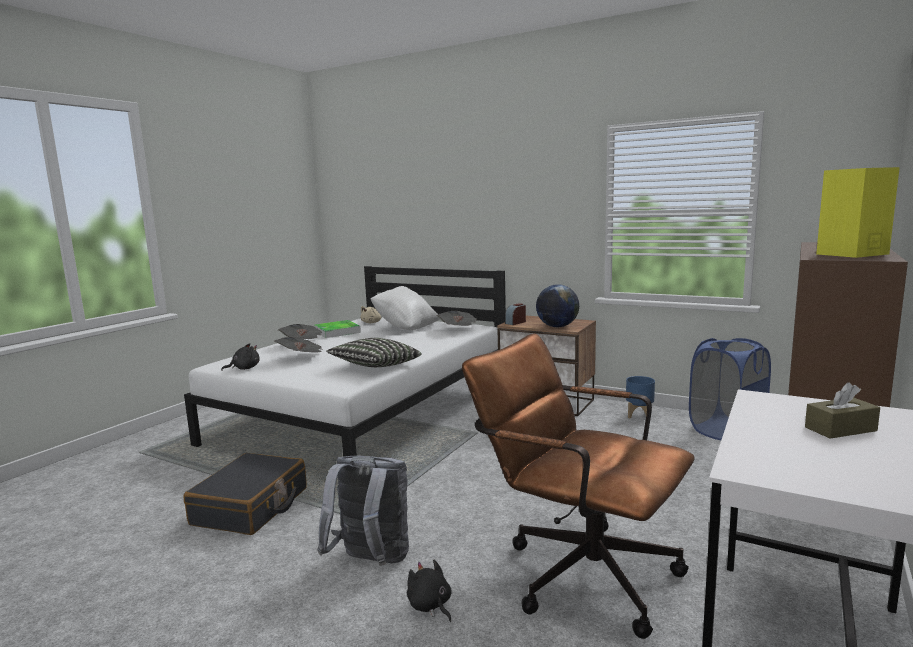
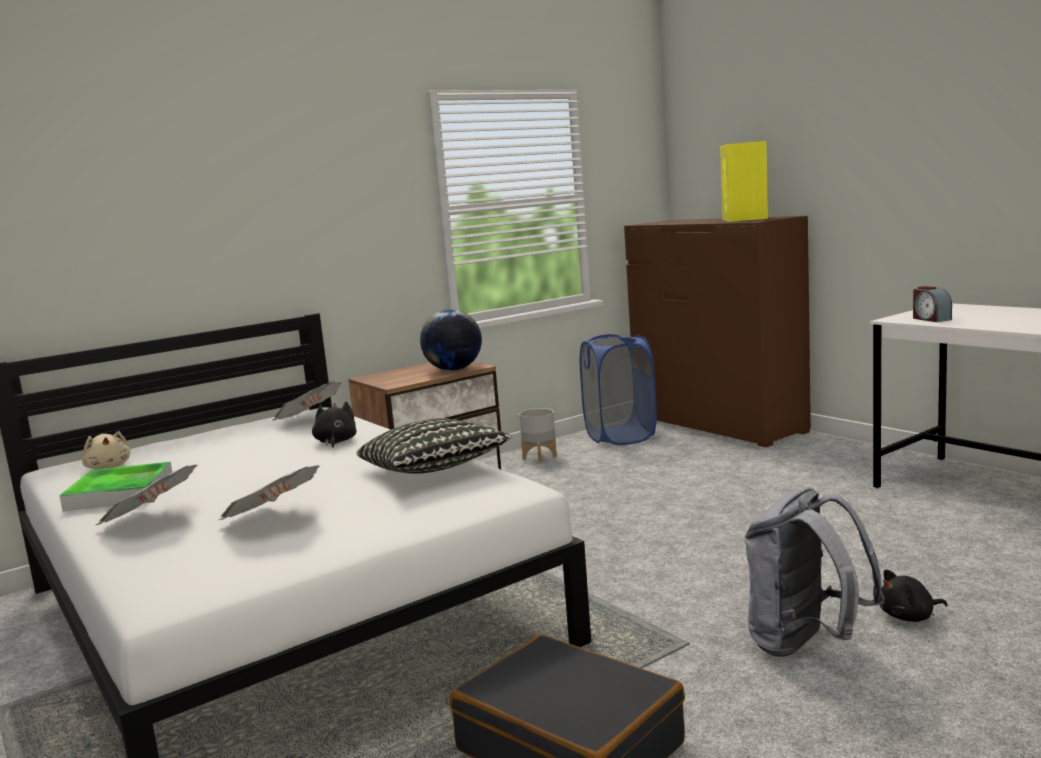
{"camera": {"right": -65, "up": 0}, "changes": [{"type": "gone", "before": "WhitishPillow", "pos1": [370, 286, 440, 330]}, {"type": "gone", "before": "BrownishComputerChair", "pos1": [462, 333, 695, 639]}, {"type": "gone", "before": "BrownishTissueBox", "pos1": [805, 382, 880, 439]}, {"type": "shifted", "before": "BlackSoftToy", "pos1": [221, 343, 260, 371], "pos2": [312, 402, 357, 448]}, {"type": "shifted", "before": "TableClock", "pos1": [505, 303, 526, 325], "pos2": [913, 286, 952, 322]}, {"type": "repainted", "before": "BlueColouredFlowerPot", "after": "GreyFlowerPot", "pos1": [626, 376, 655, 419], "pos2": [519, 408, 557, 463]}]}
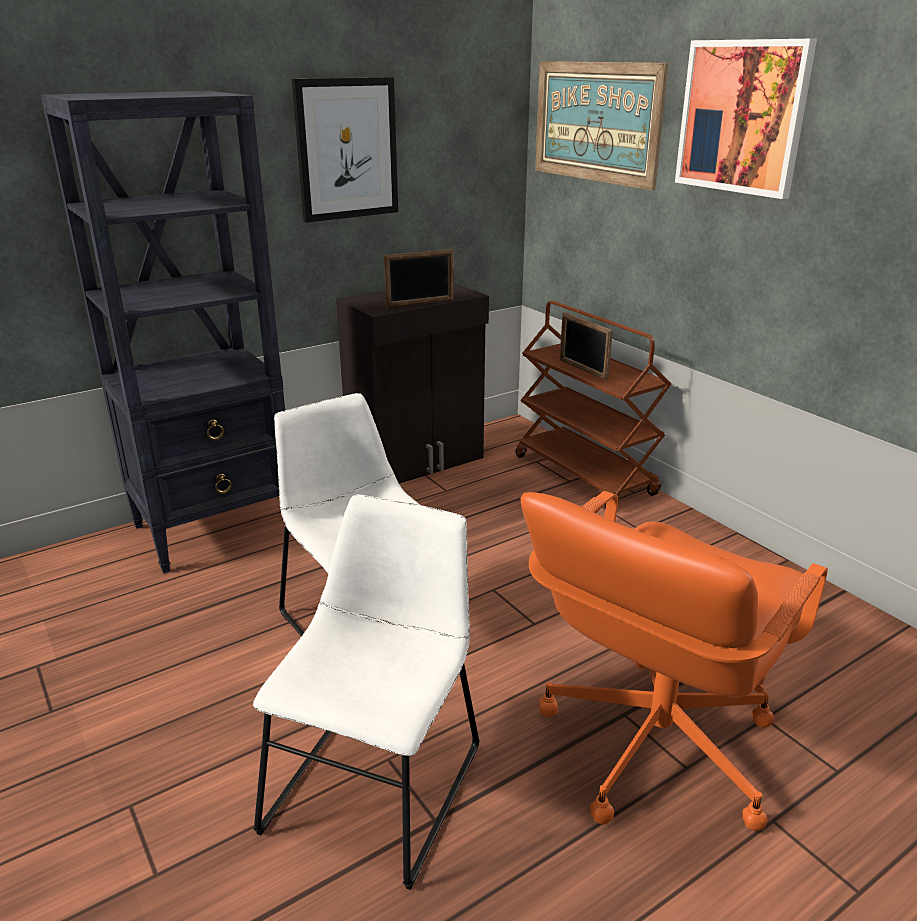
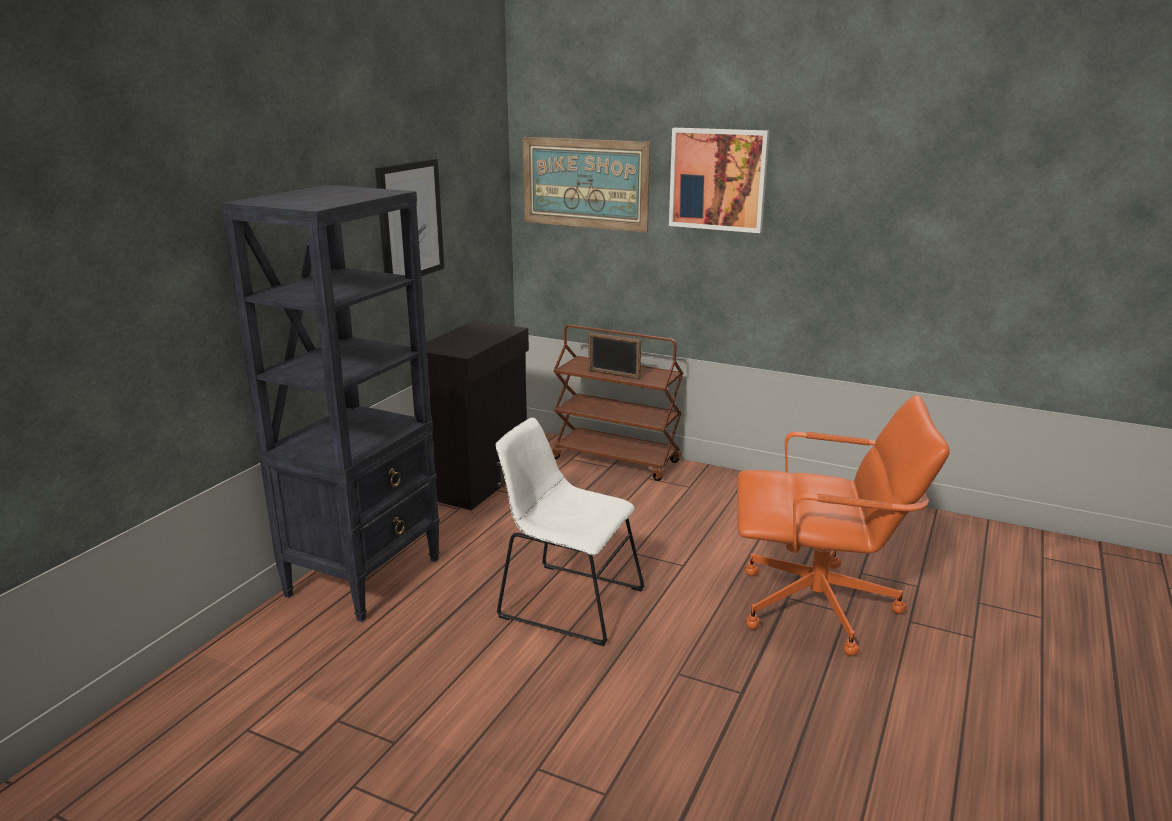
{"camera": {"right": -30, "up": -5}, "changes": [{"type": "gone", "before": "WhitishUprightChair", "pos1": [253, 495, 479, 890]}, {"type": "gone", "before": "StandingFrame", "pos1": [384, 249, 454, 308]}, {"type": "rotated", "before": "OrangeComputerChair", "pos1": [521, 491, 828, 831], "pos2": [737, 395, 949, 656], "turn": -90}]}
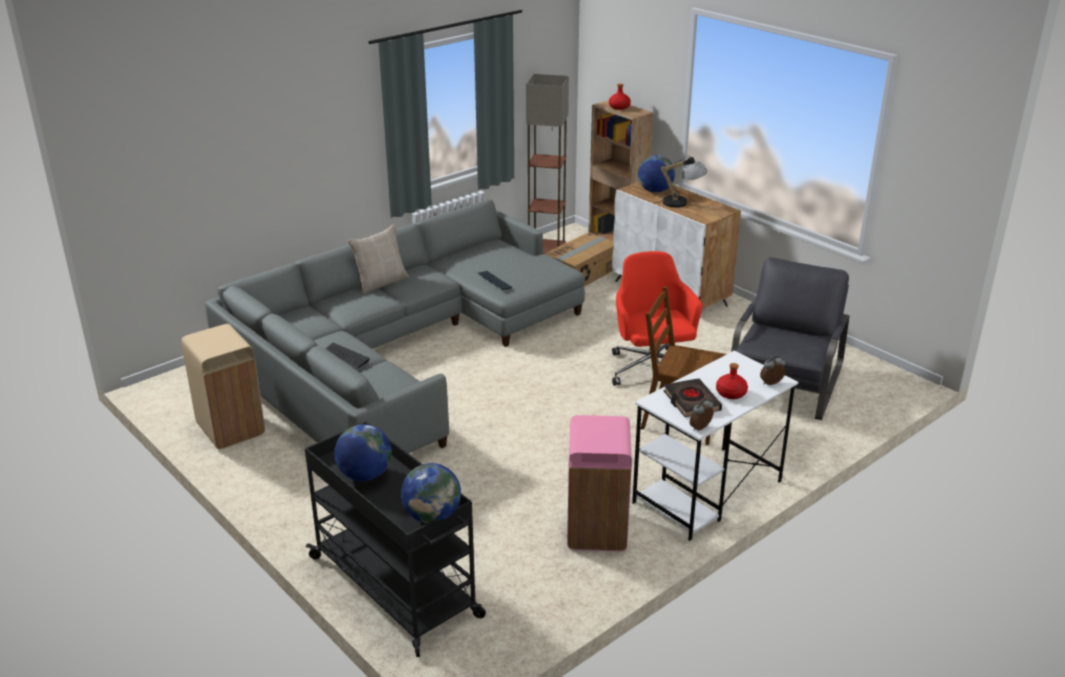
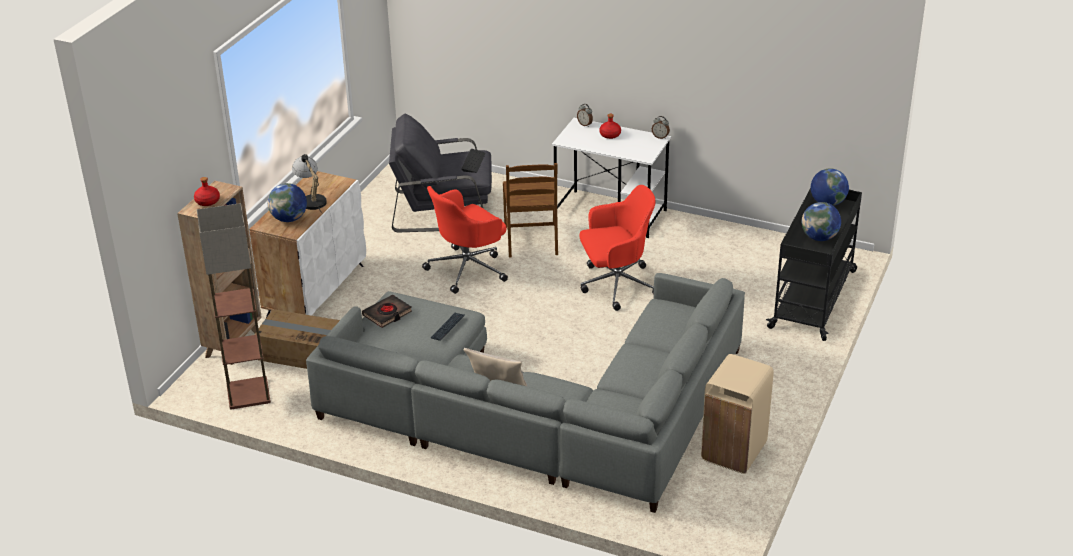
{"camera": {"right": -115, "up": 5}, "changes": [{"type": "gone", "before": "PinkishRubbishBin", "pos1": [567, 415, 632, 551]}, {"type": "new", "after": "RedComputerChair", "pos2": [580, 185, 656, 311]}, {"type": "shifted", "before": "Keyboard", "pos1": [326, 343, 370, 369], "pos2": [462, 149, 486, 173]}, {"type": "shifted", "before": "BlackBook", "pos1": [663, 378, 722, 417], "pos2": [362, 294, 412, 328]}]}
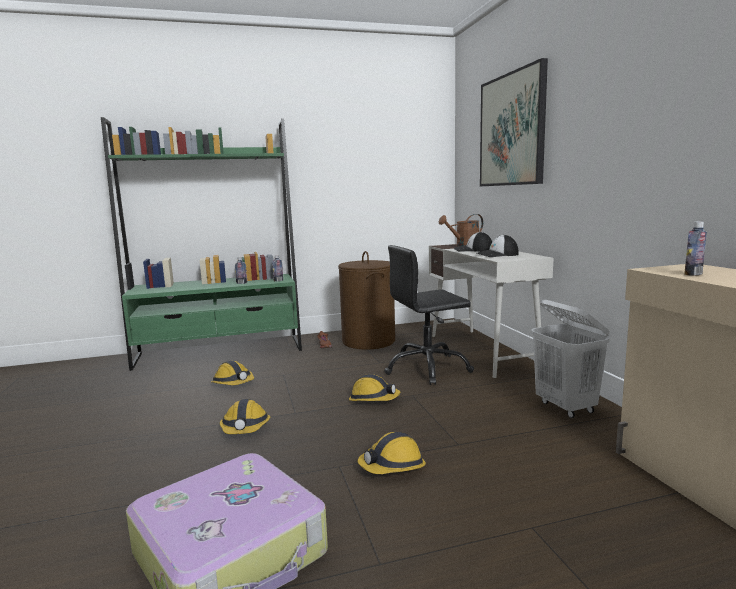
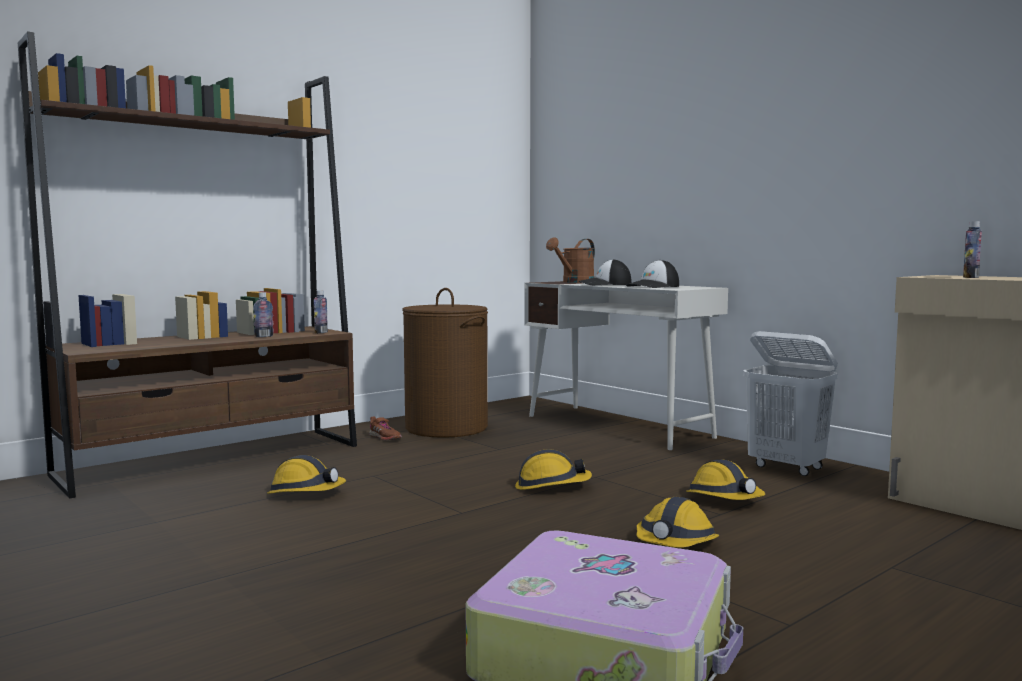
{"camera": {"right": -25, "up": -5}, "changes": [{"type": "gone", "before": "BlackComputerChair", "pos1": [384, 245, 474, 385]}, {"type": "gone", "before": "Picture", "pos1": [480, 58, 548, 186]}, {"type": "shifted", "before": "WorkHelmet", "pos1": [220, 399, 270, 434], "pos2": [686, 460, 765, 500]}, {"type": "repainted", "before": "GreenBookcase", "after": "BrownishBookcase", "pos1": [101, 117, 302, 371], "pos2": [18, 31, 357, 499]}]}
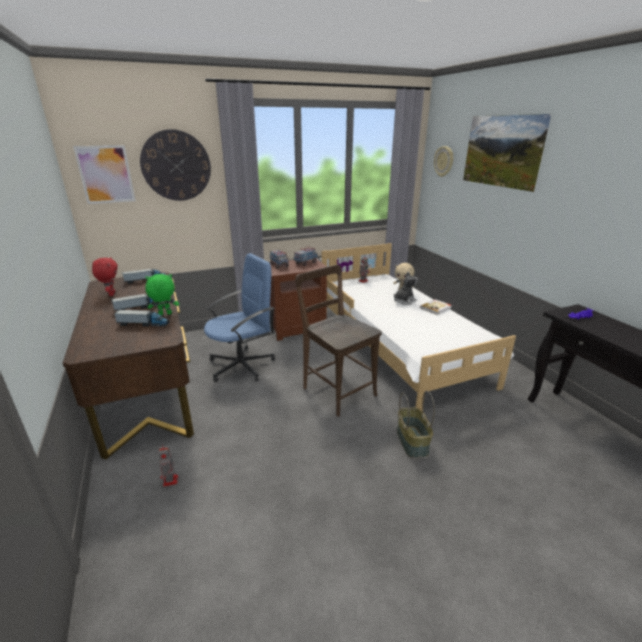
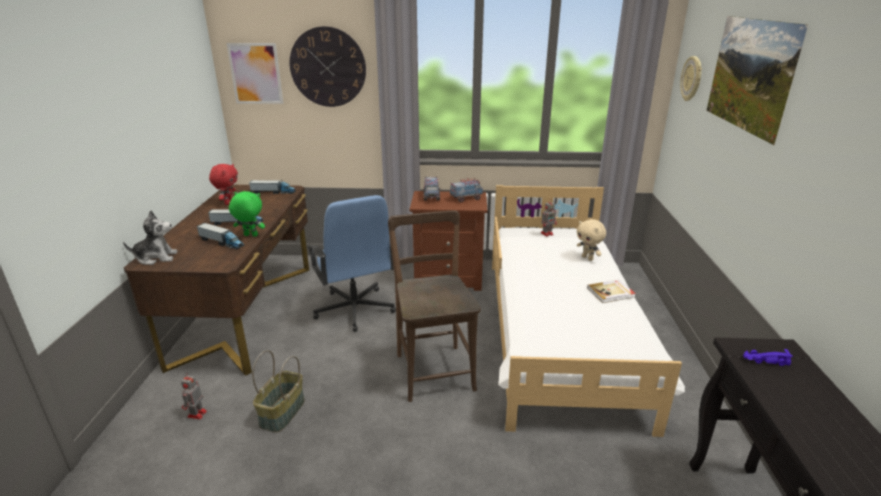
{"camera": {"right": 25, "up": 0}, "changes": [{"type": "shifted", "before": "SoftToy", "pos1": [394, 271, 418, 305], "pos2": [123, 210, 178, 265]}, {"type": "shifted", "before": "Basket", "pos1": [397, 391, 435, 458], "pos2": [252, 350, 305, 432]}, {"type": "rotated", "before": "BlueColouredComputerChair", "pos1": [204, 253, 275, 382], "pos2": [307, 195, 396, 332], "turn": 75}]}
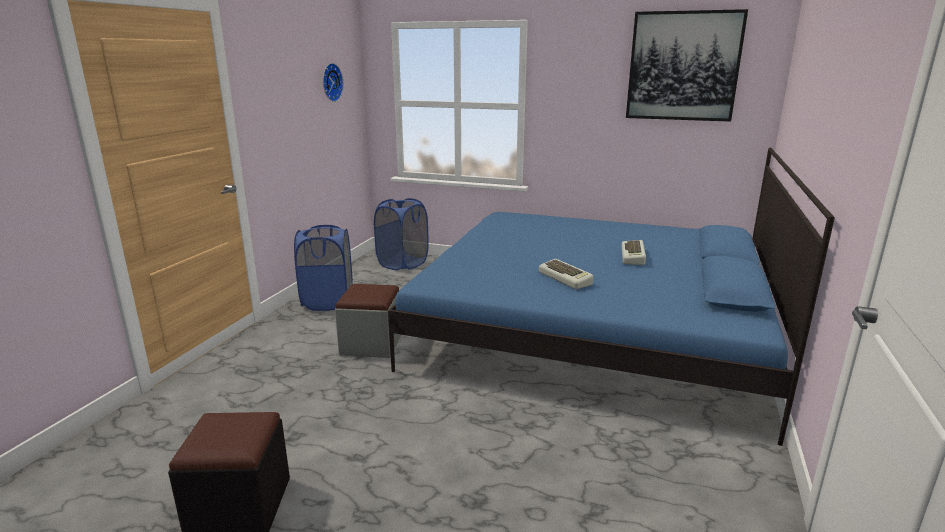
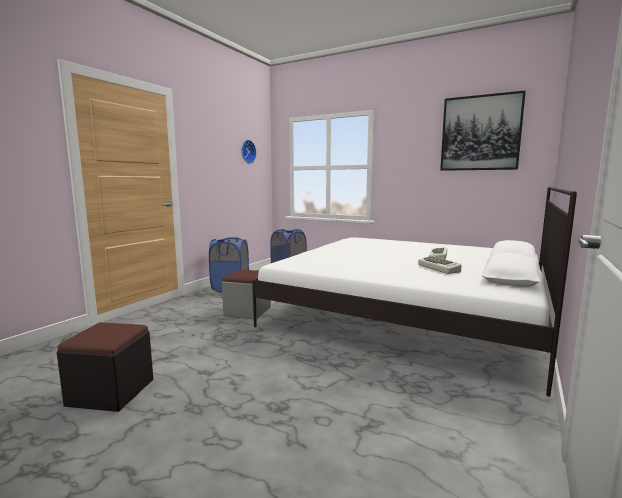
{"camera": {"right": 10, "up": -10}, "changes": [{"type": "shifted", "before": "Keyboard", "pos1": [539, 259, 593, 289], "pos2": [418, 256, 462, 274]}, {"type": "repainted", "before": "BlueColouredBedroomBed", "after": "WhitishBedroomBed", "pos1": [388, 148, 835, 446], "pos2": [252, 187, 577, 397]}]}
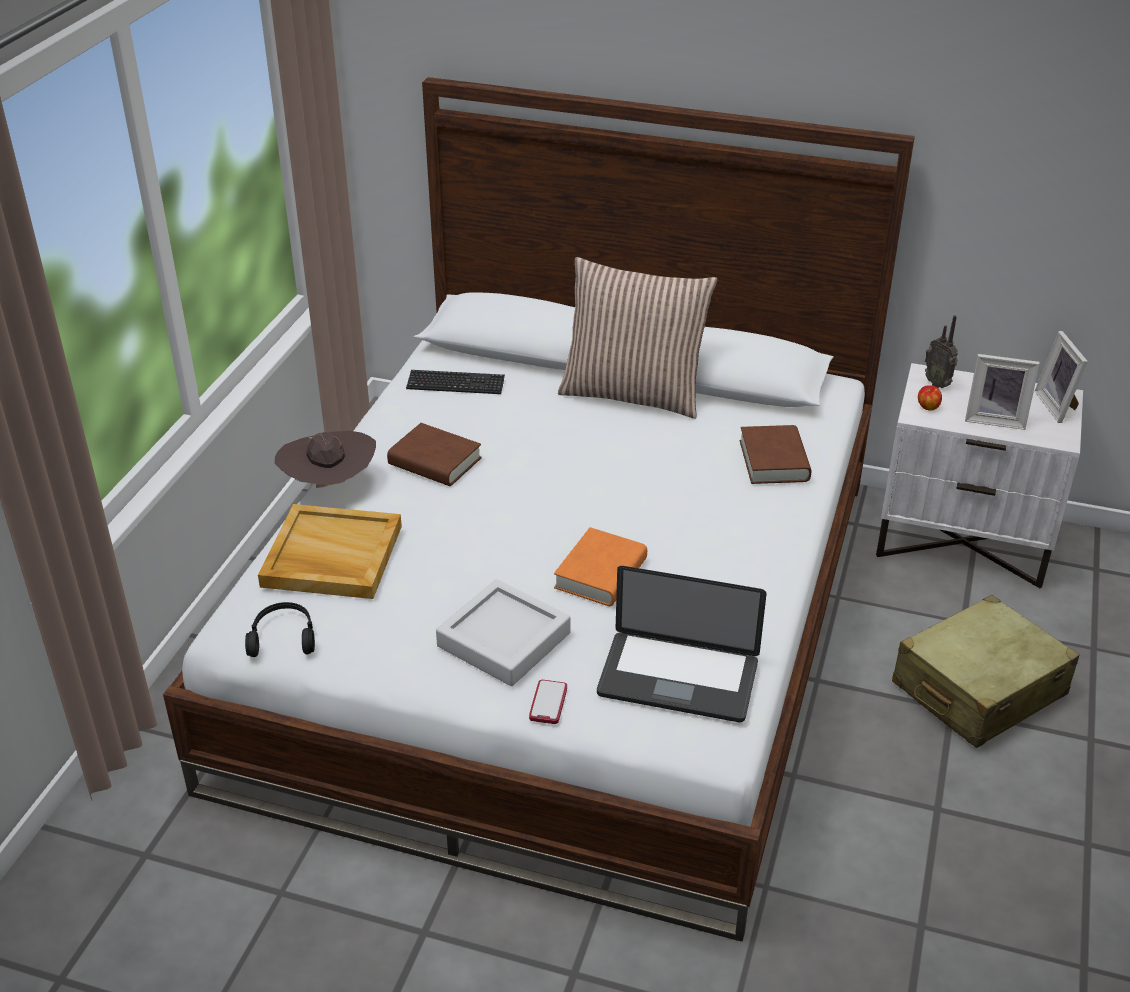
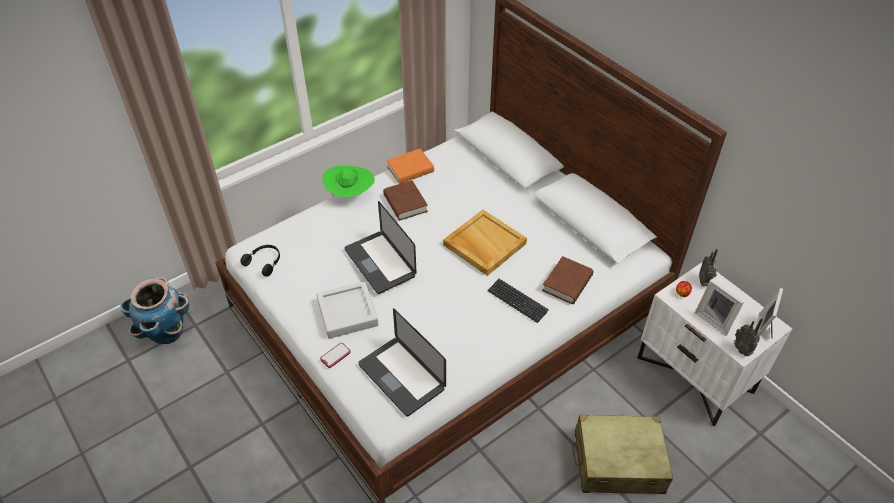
{"camera": {"right": 35, "up": 10}, "changes": [{"type": "gone", "before": "Pillow", "pos1": [558, 257, 718, 419]}, {"type": "new", "after": "FlowerPot", "pos2": [120, 277, 189, 344]}, {"type": "new", "after": "PortableComputer", "pos2": [344, 201, 417, 294]}, {"type": "new", "after": "RadioSet", "pos2": [734, 318, 763, 356]}, {"type": "shifted", "before": "BeigeColouredServingTray", "pos1": [258, 504, 402, 599], "pos2": [443, 210, 527, 276]}, {"type": "shifted", "before": "Keyboard", "pos1": [406, 370, 505, 394], "pos2": [487, 279, 549, 323]}, {"type": "shifted", "before": "OrangeBook", "pos1": [554, 527, 647, 606], "pos2": [386, 149, 434, 184]}, {"type": "repainted", "before": "BrownishWearableHat", "after": "GreenWearableHat", "pos1": [275, 431, 376, 488], "pos2": [322, 165, 375, 197]}]}
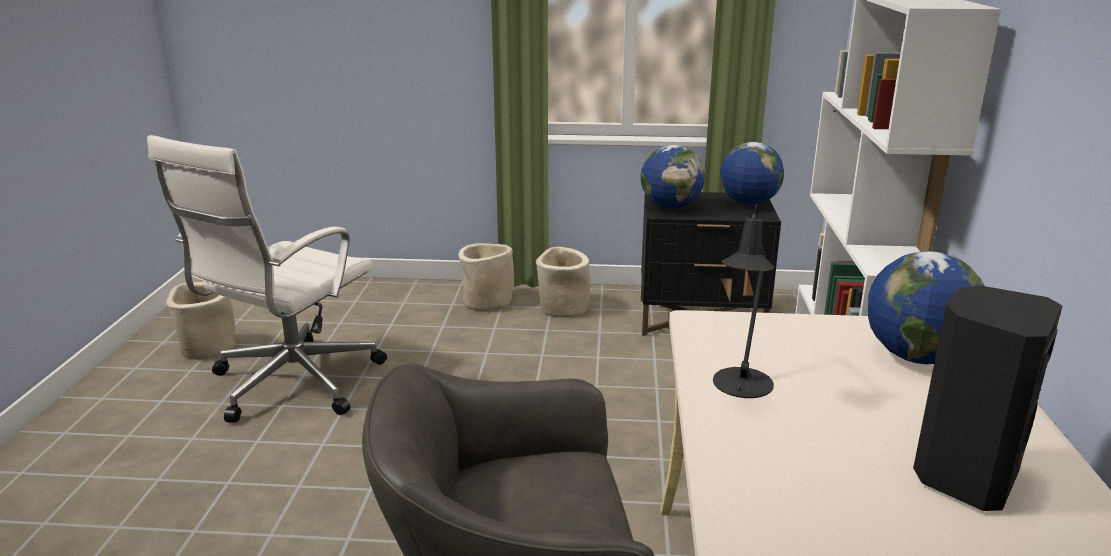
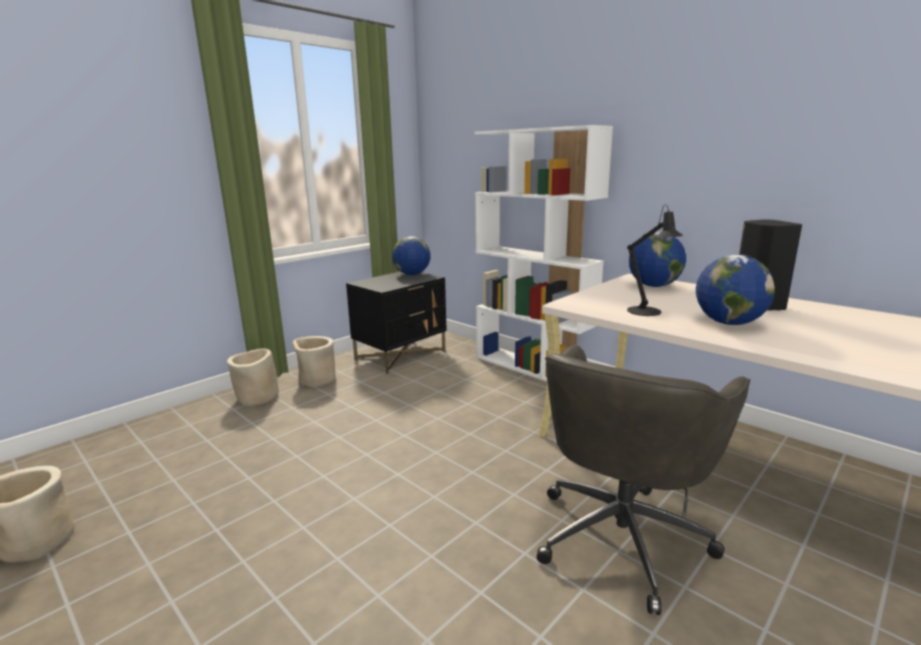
{"camera": {"right": -50, "up": -5}, "changes": [{"type": "gone", "before": "WhitishComputerChair", "pos1": [147, 135, 387, 423]}, {"type": "shifted", "before": "DeskGlobe", "pos1": [640, 145, 704, 209], "pos2": [696, 255, 775, 325]}]}
